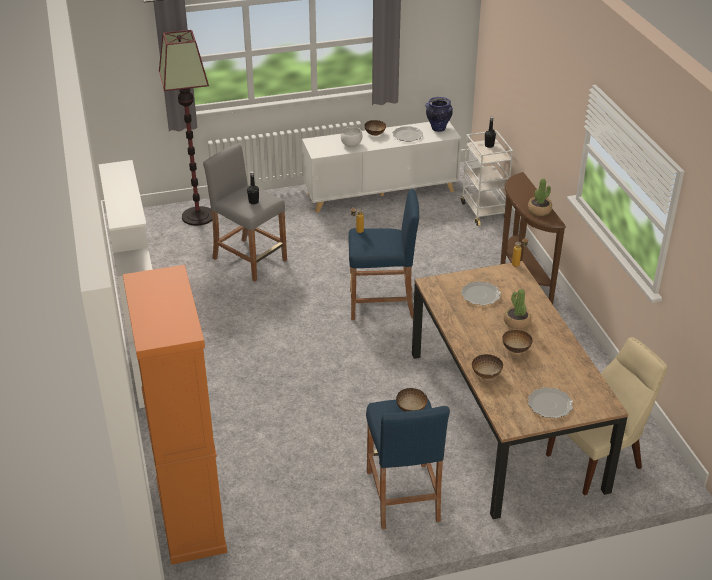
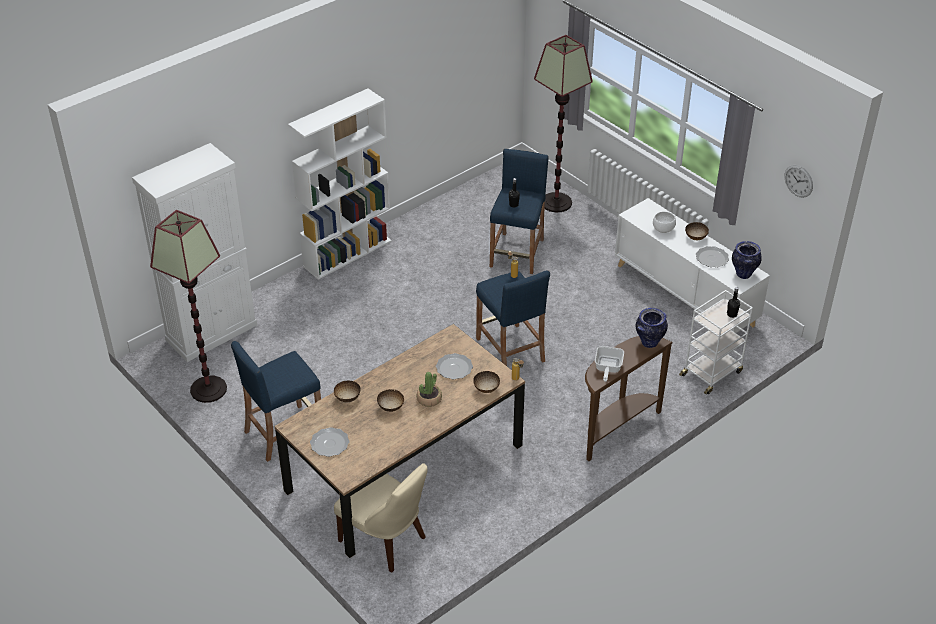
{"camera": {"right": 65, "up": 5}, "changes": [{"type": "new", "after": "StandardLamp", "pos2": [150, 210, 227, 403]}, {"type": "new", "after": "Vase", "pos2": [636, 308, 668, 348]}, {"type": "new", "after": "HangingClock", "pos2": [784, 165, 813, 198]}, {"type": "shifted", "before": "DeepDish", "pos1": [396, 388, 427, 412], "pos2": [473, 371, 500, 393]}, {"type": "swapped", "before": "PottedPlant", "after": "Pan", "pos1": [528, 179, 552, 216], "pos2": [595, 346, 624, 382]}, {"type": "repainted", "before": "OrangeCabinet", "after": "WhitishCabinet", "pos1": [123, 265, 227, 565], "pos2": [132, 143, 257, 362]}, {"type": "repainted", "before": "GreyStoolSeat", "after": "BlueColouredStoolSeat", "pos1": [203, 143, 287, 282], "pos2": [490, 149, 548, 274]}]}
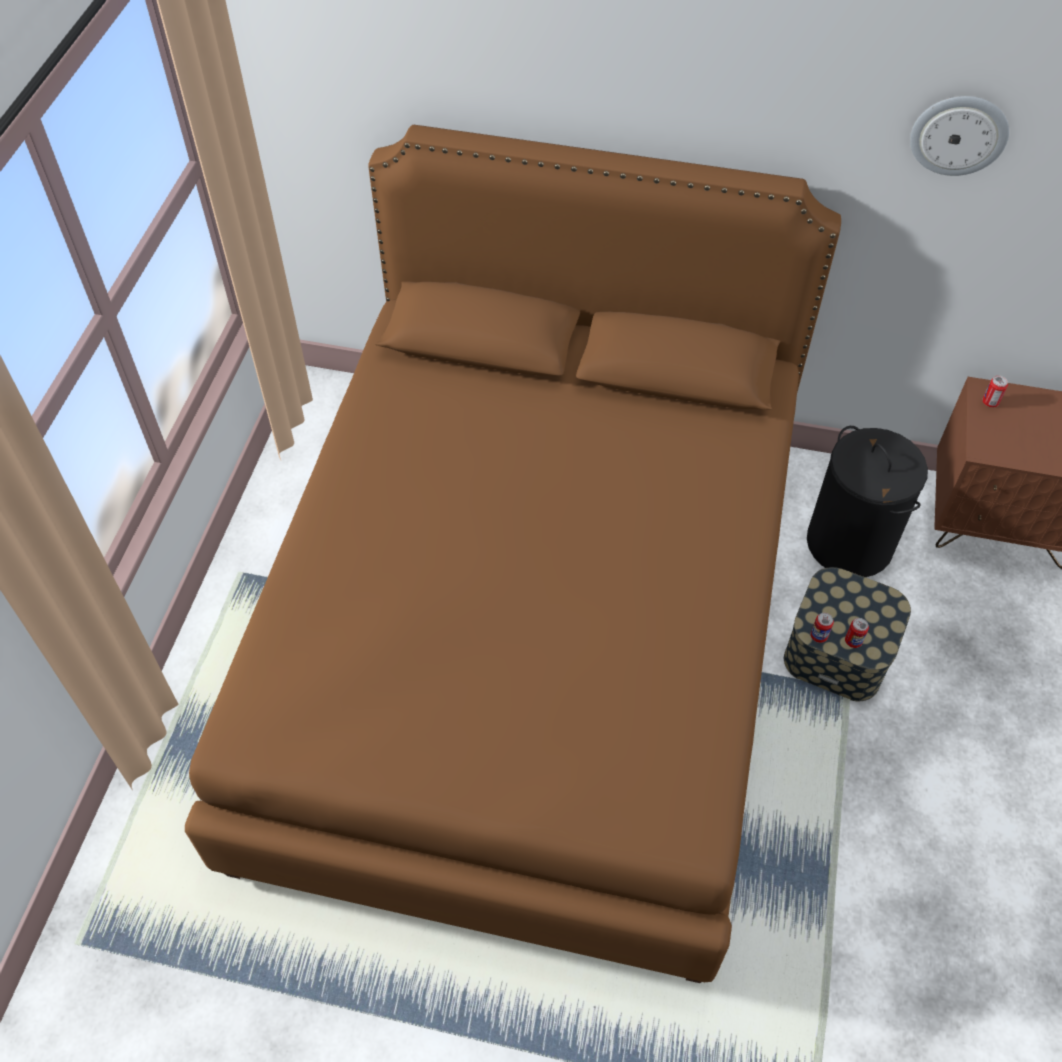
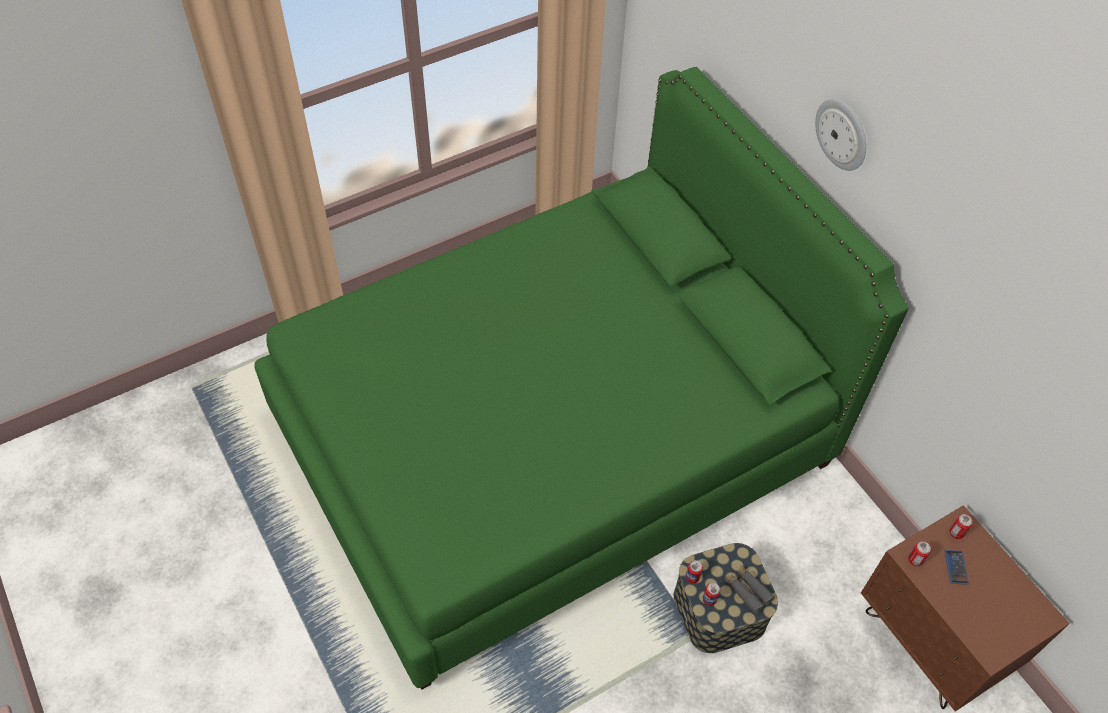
{"camera": {"right": 45, "up": 0}, "changes": [{"type": "gone", "before": "BlackHamper", "pos1": [807, 426, 928, 577]}, {"type": "new", "after": "GreyPairOfBinoculars", "pos2": [725, 565, 775, 614]}, {"type": "new", "after": "Can", "pos2": [908, 541, 931, 566]}, {"type": "new", "after": "Phone", "pos2": [945, 550, 969, 585]}, {"type": "shifted", "before": "HangingClock", "pos1": [910, 96, 1009, 176], "pos2": [815, 99, 866, 171]}, {"type": "repainted", "before": "BrownishBedroomBed", "after": "GreenBedroomBed", "pos1": [185, 125, 841, 983], "pos2": [254, 67, 909, 690]}]}
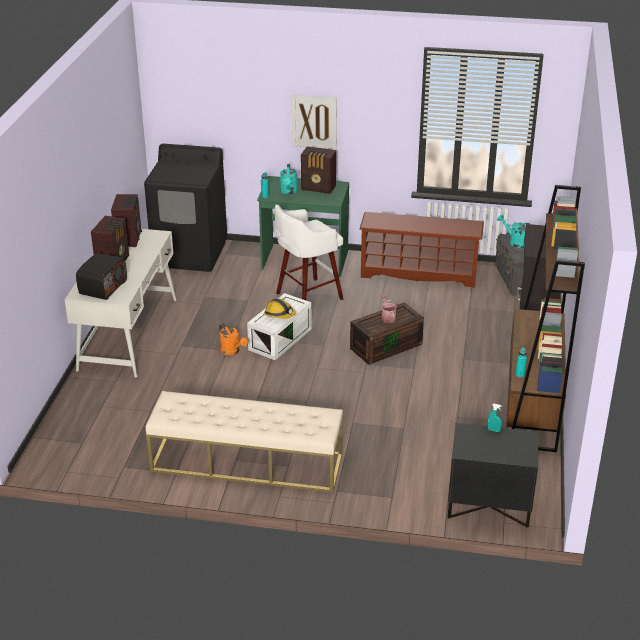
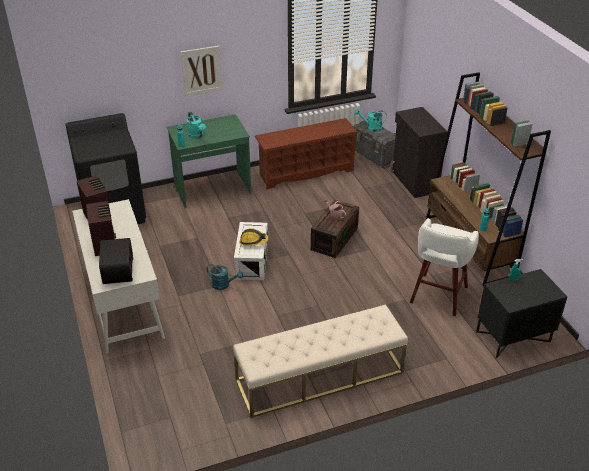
{"camera": {"right": -30, "up": 5}, "changes": [{"type": "gone", "before": "RadioSet", "pos1": [301, 146, 336, 194]}, {"type": "shifted", "before": "WhitishStoolSeat", "pos1": [274, 205, 343, 300], "pos2": [410, 218, 479, 316]}, {"type": "repainted", "before": "OrangeWateringCan", "after": "BlueGreenWateringCan", "pos1": [219, 323, 248, 355], "pos2": [207, 264, 243, 290]}]}
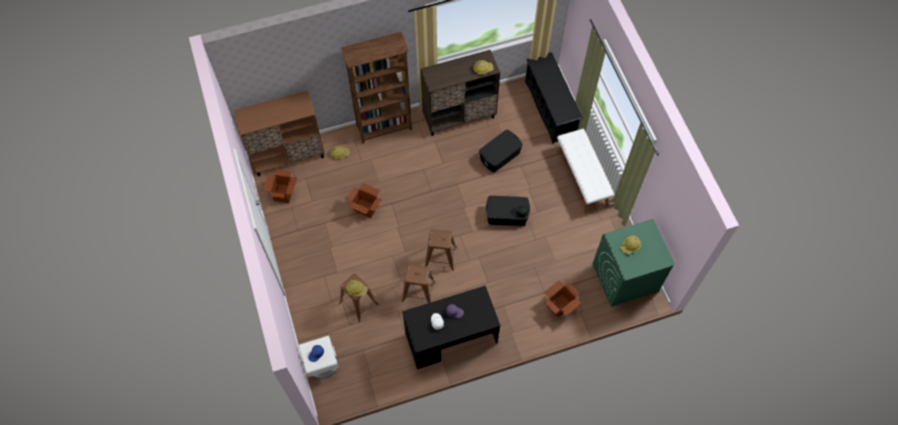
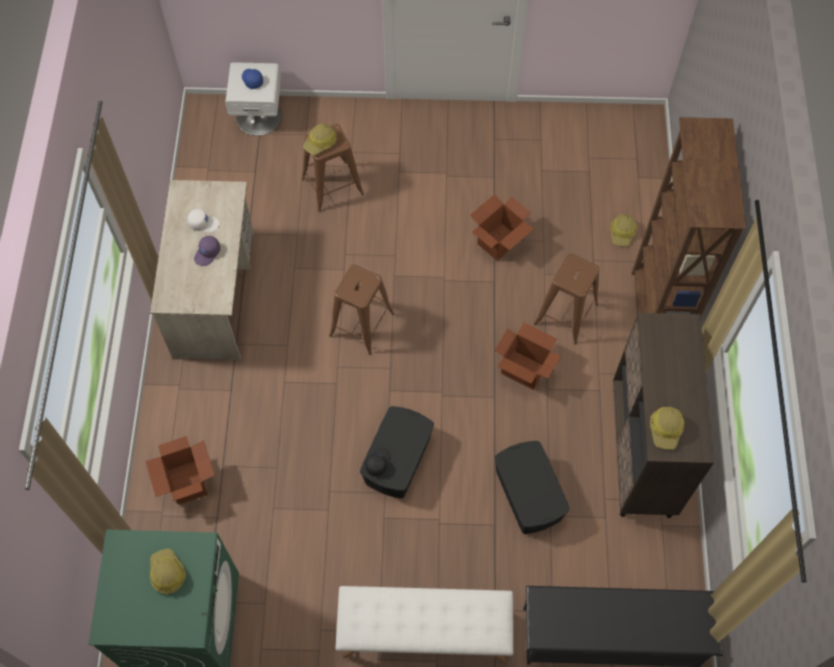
{"camera": {"right": 110, "up": 0}, "changes": [{"type": "gone", "before": "BrownishCabinet", "pos1": [234, 90, 325, 176]}, {"type": "shifted", "before": "CardboardBox", "pos1": [263, 169, 297, 203], "pos2": [495, 323, 561, 390]}, {"type": "shifted", "before": "BrownishStoolSeat", "pos1": [402, 264, 436, 303], "pos2": [534, 254, 600, 344]}, {"type": "repainted", "before": "BlackDeskUnit", "after": "BeigeColouredDeskUnit", "pos1": [402, 285, 501, 369], "pos2": [150, 180, 254, 360]}]}
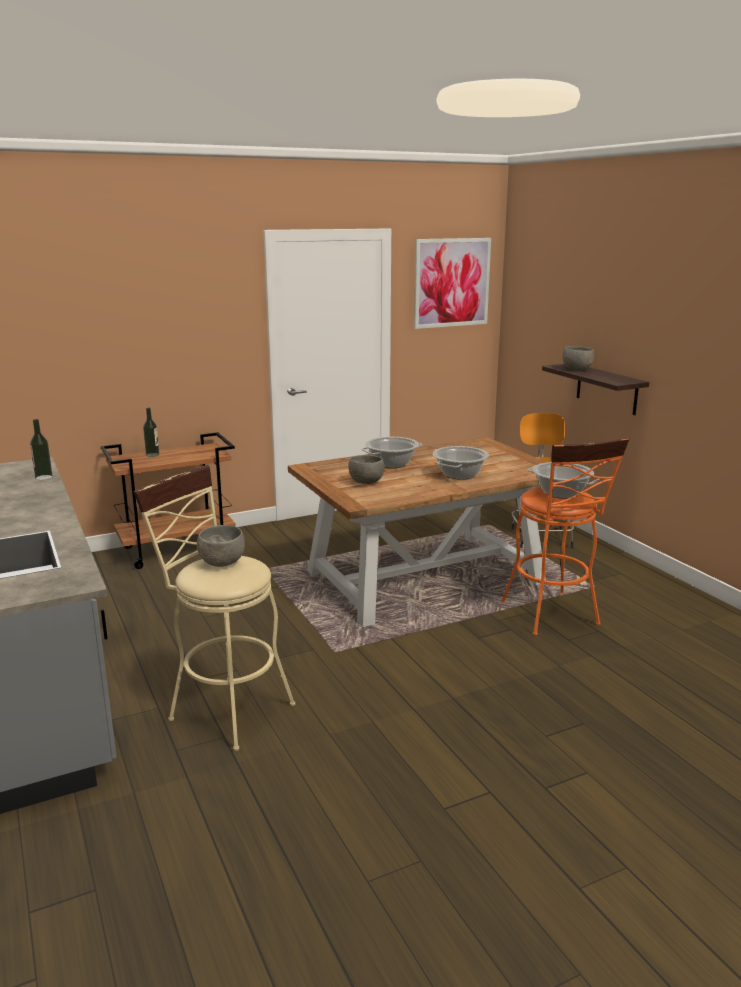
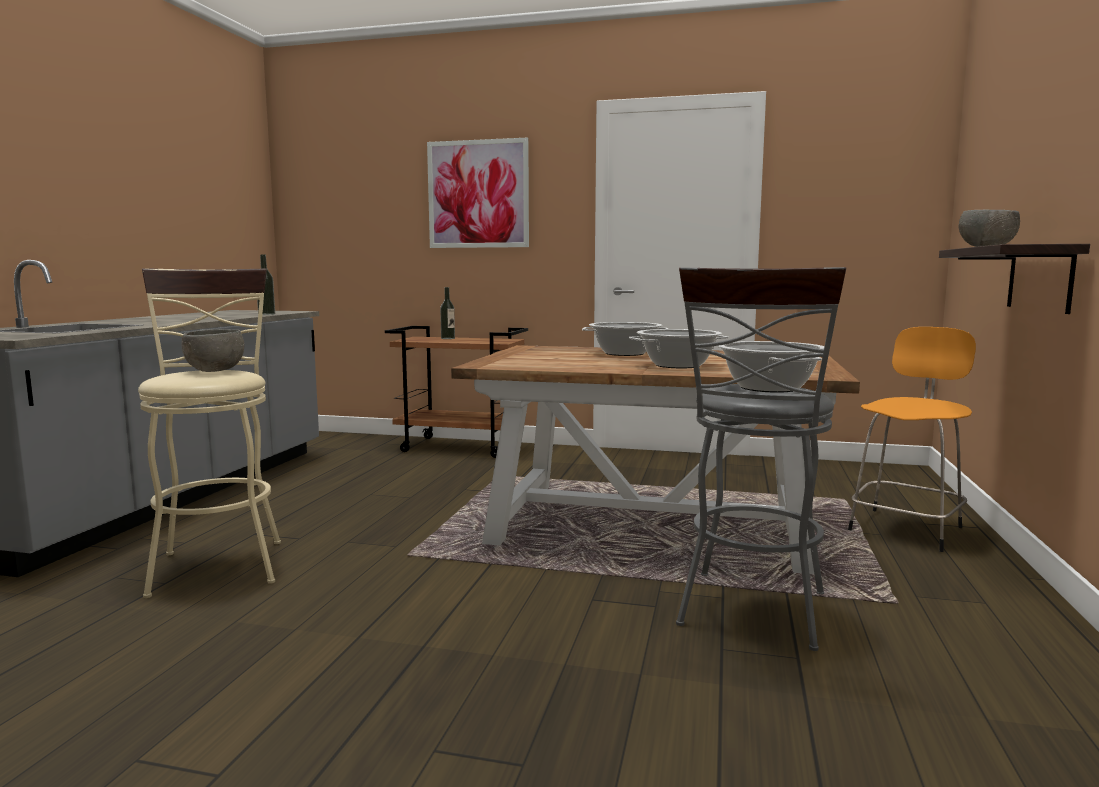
{"camera": {"right": 40, "up": -10}, "changes": [{"type": "gone", "before": "GreyDeepDish", "pos1": [348, 455, 385, 484]}, {"type": "shifted", "before": "Picture", "pos1": [414, 238, 491, 329], "pos2": [427, 137, 529, 248]}, {"type": "repainted", "before": "OrangeStoolSeat", "after": "GreyStoolSeat", "pos1": [501, 438, 629, 636], "pos2": [676, 267, 846, 651]}]}
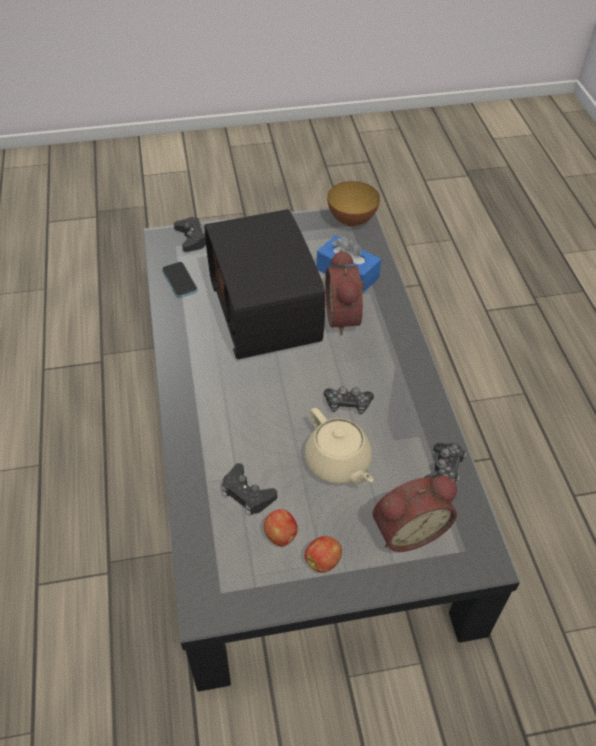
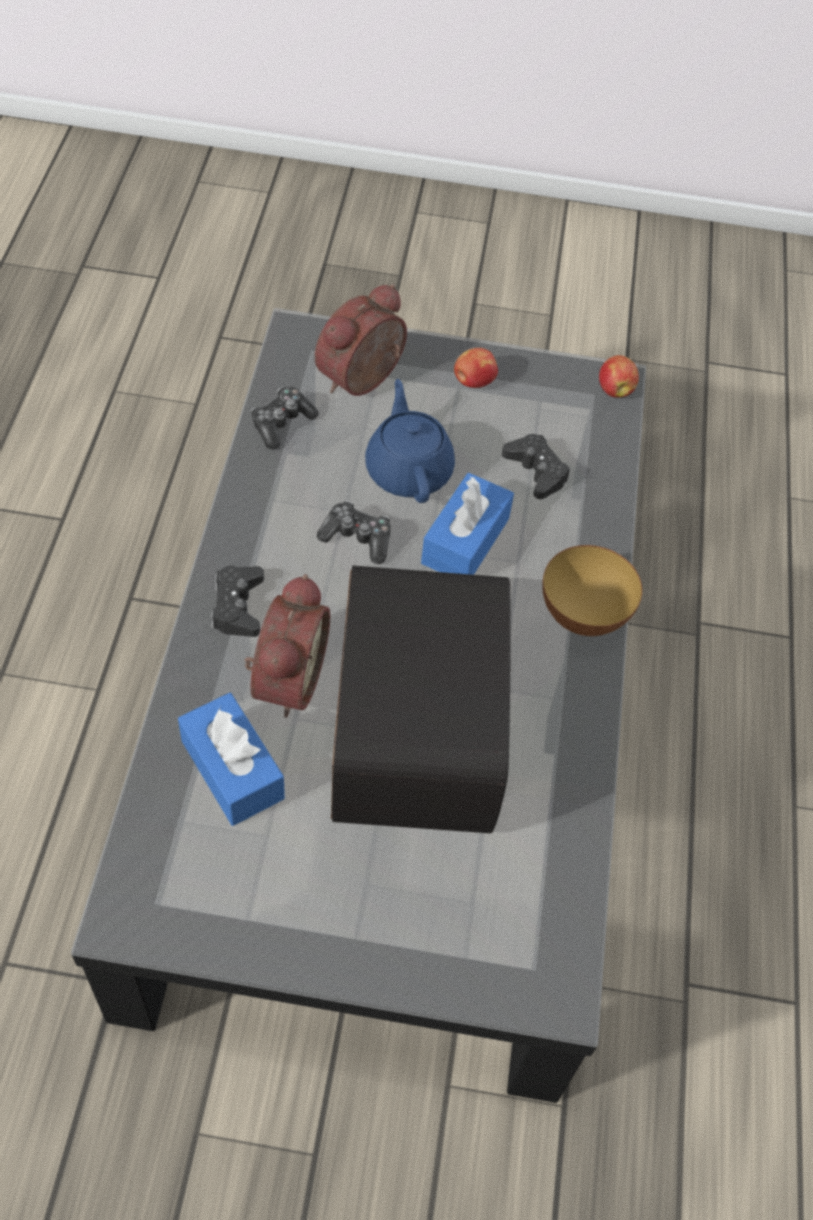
{"camera": {"right": -165, "up": 5}, "changes": [{"type": "gone", "before": "Phone", "pos1": [162, 262, 198, 298]}, {"type": "new", "after": "BlueColouredTissueBox", "pos2": [421, 473, 514, 575]}, {"type": "shifted", "before": "BlackGamepad", "pos1": [174, 217, 206, 252], "pos2": [211, 566, 264, 637]}, {"type": "shifted", "before": "Apple", "pos1": [264, 509, 298, 546], "pos2": [599, 355, 639, 398]}, {"type": "shifted", "before": "DeepDish", "pos1": [327, 181, 380, 226], "pos2": [542, 545, 642, 636]}, {"type": "repainted", "before": "BeigeColouredTeapot", "after": "BlueColouredTeapot", "pos1": [304, 408, 373, 484], "pos2": [365, 379, 455, 503]}, {"type": "rotated", "before": "TableClock", "pos1": [373, 476, 457, 552], "pos2": [315, 284, 407, 396], "turn": -45}]}
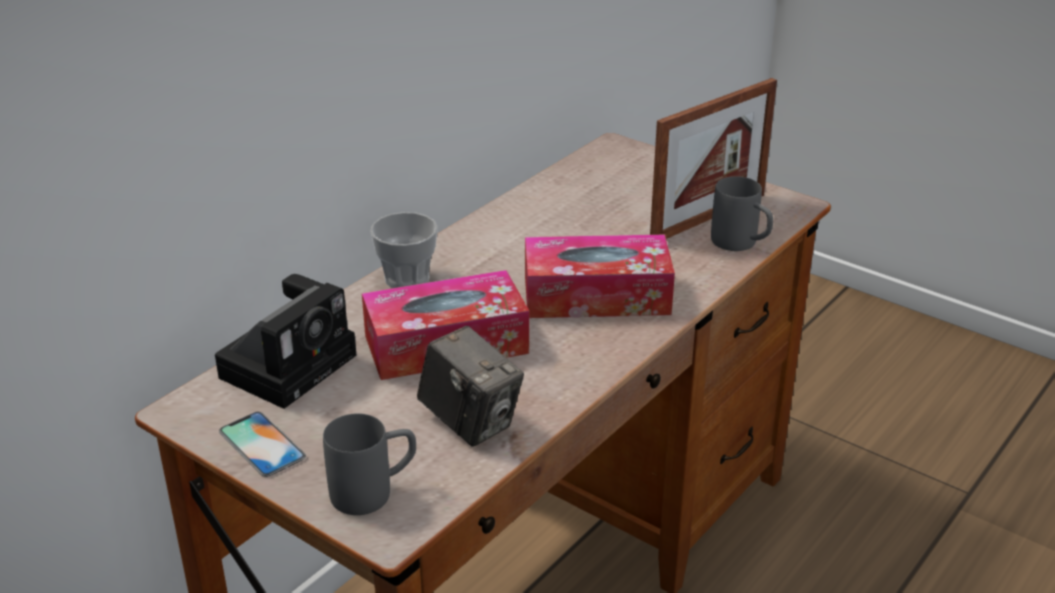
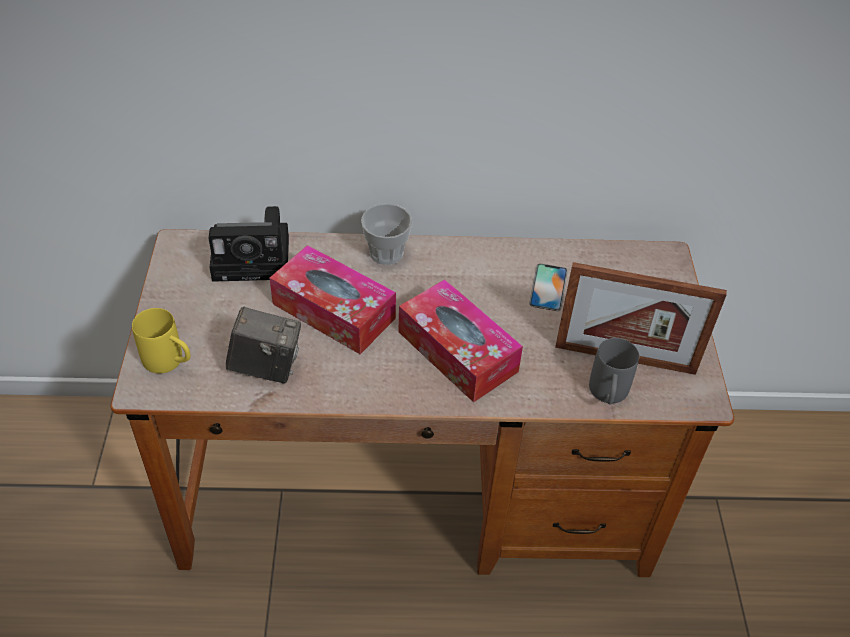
{"camera": {"right": 50, "up": 15}, "changes": [{"type": "shifted", "before": "Phone", "pos1": [219, 412, 306, 477], "pos2": [529, 264, 568, 311]}, {"type": "repainted", "before": "GreyCoffeeMug", "after": "YellowishCoffeeMug", "pos1": [323, 413, 416, 515], "pos2": [132, 308, 191, 374]}, {"type": "rotated", "before": "PhotoCamera", "pos1": [417, 326, 524, 447], "pos2": [226, 307, 301, 383], "turn": -90}]}
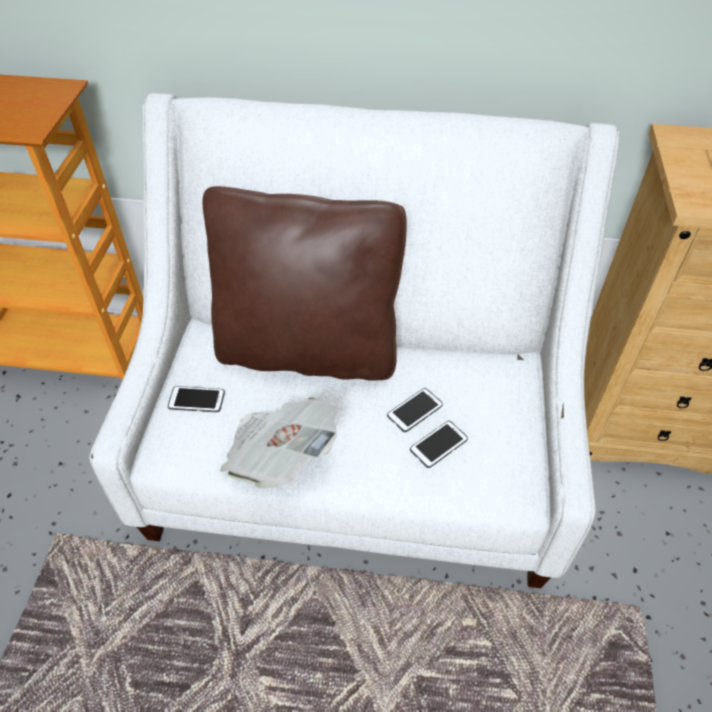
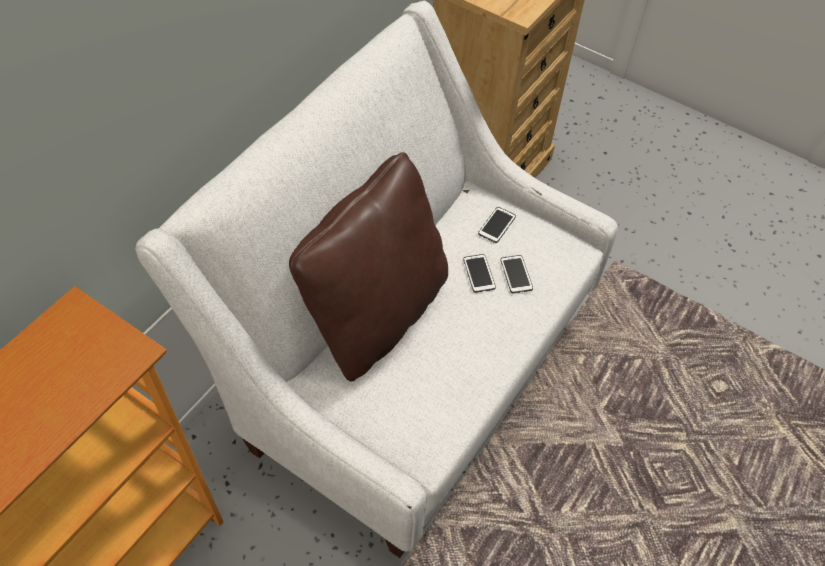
{"camera": {"right": -65, "up": 5}, "changes": [{"type": "gone", "before": "DailyPaper", "pos1": [220, 397, 339, 489]}, {"type": "shifted", "before": "Phone", "pos1": [168, 386, 225, 412], "pos2": [478, 207, 516, 243]}]}
